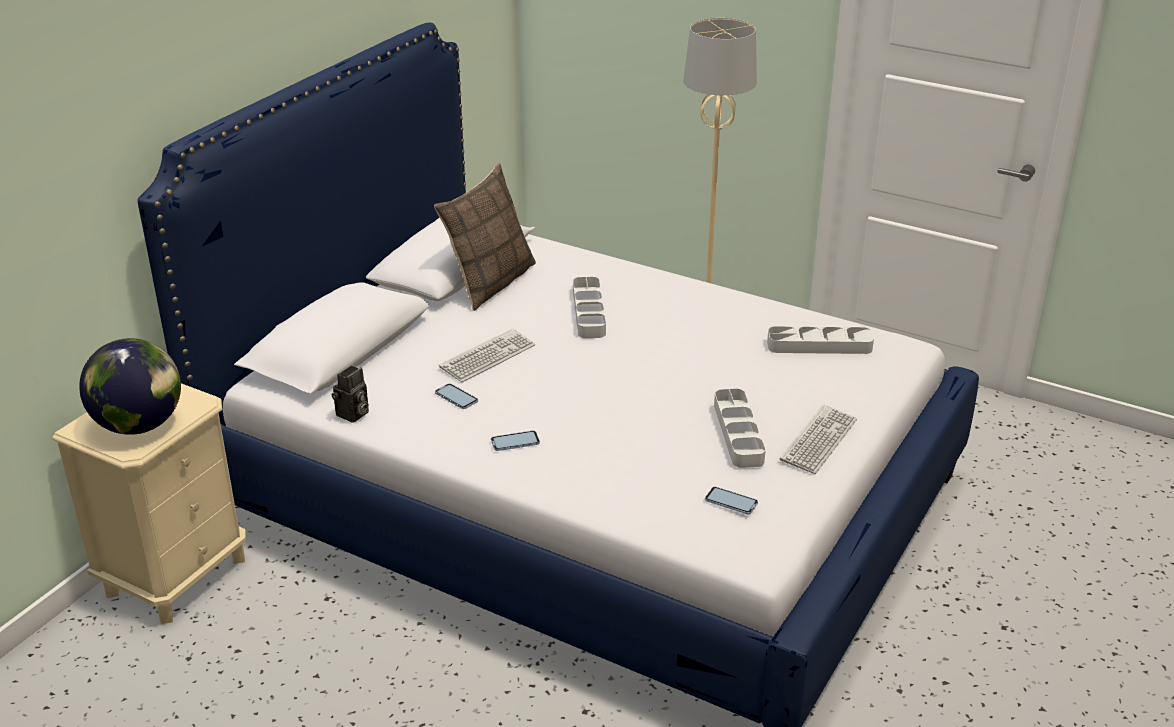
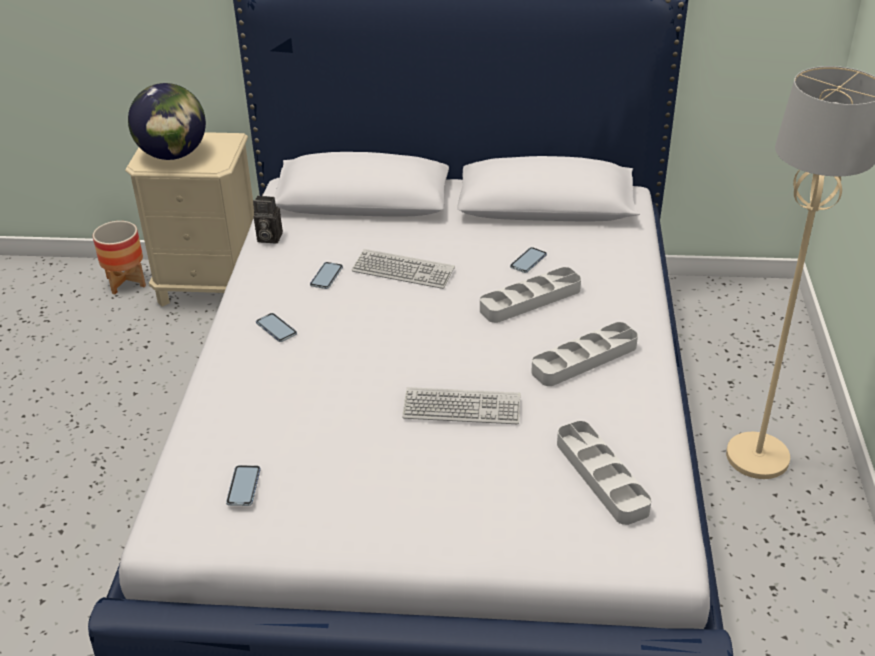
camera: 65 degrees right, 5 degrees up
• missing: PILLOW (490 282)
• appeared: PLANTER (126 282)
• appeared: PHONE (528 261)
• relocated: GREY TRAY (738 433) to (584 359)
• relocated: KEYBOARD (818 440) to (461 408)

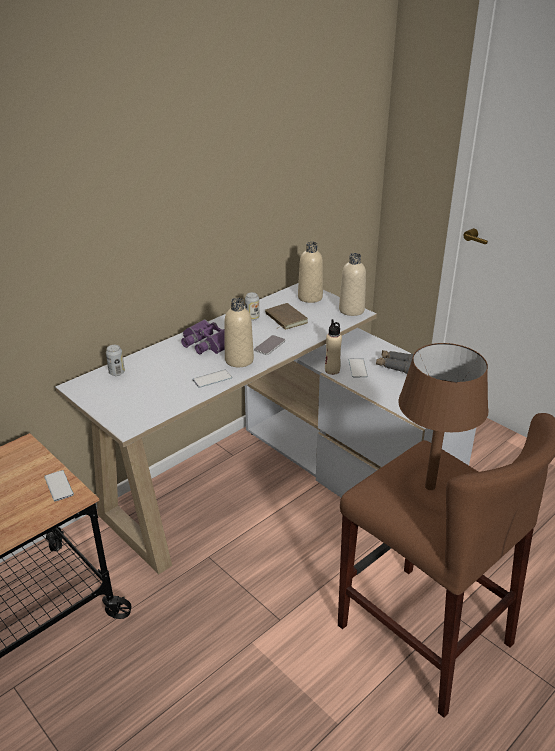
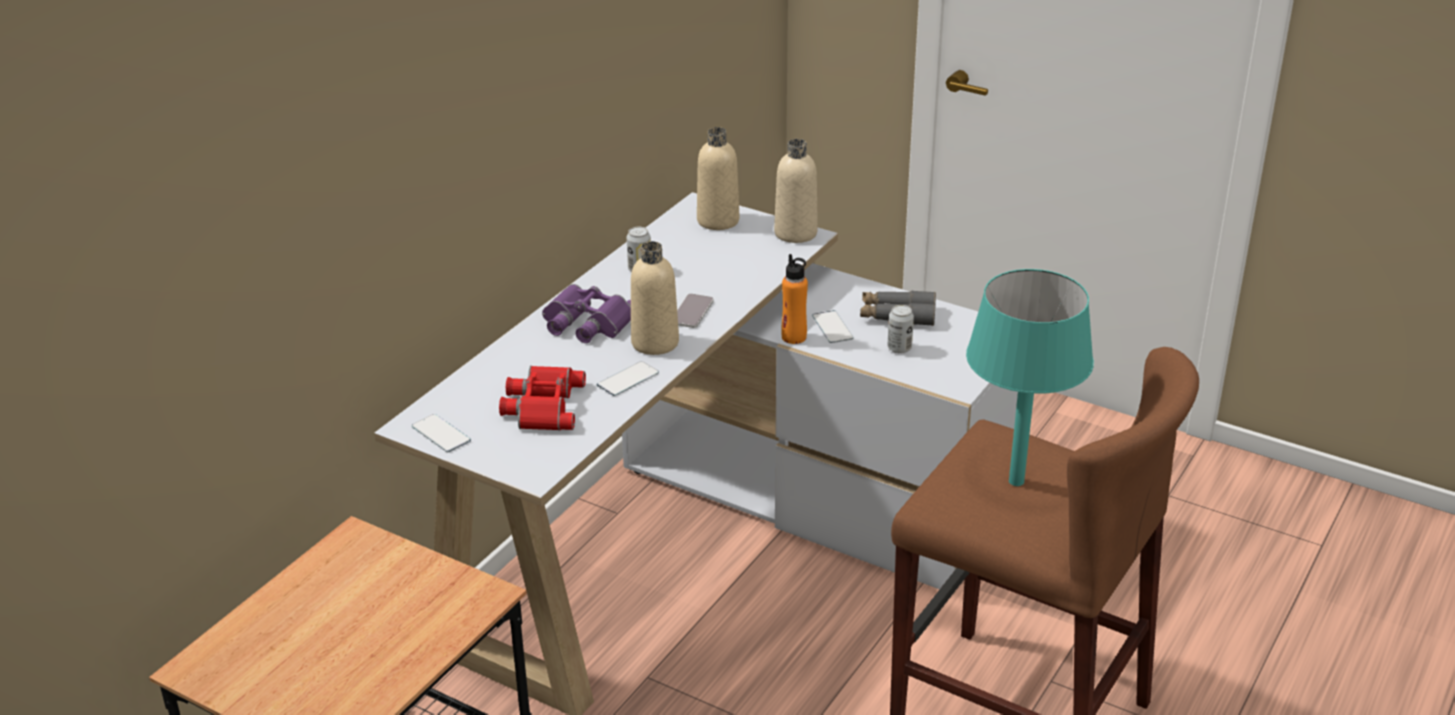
camera: 15 degrees left, 0 degrees up
• missing: BROWN BOOK (284 319)
• appeared: RED BINOCULARS (541 405)
• relocated: PHONE (58 486) to (441 434)
• relocated: CAN (117 372) to (899 348)
• colour: BEIGE BOTTLE (332 370) to ORANGE BOTTLE (794 337)
• colour: BROWN TABLE LAMP (430 487) to TURQUOISE TABLE LAMP (1016 481)

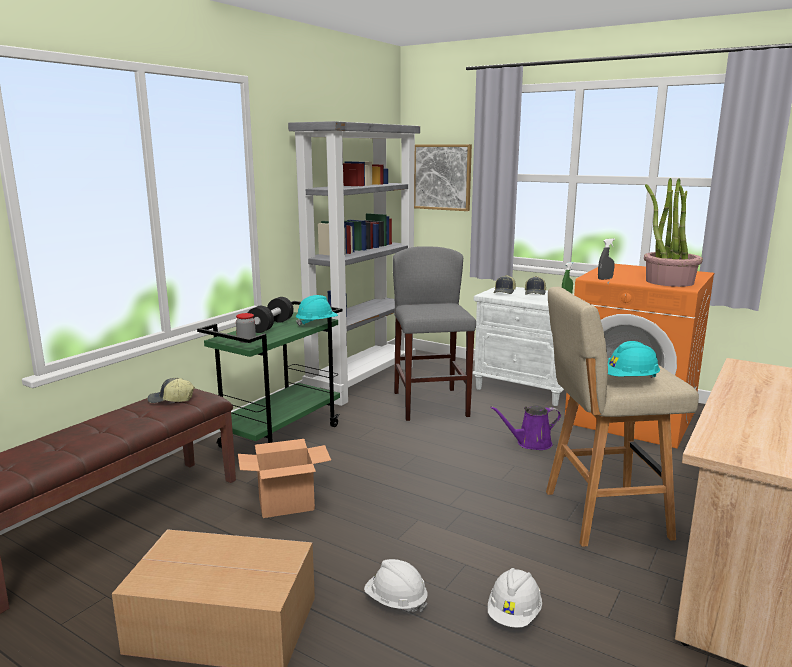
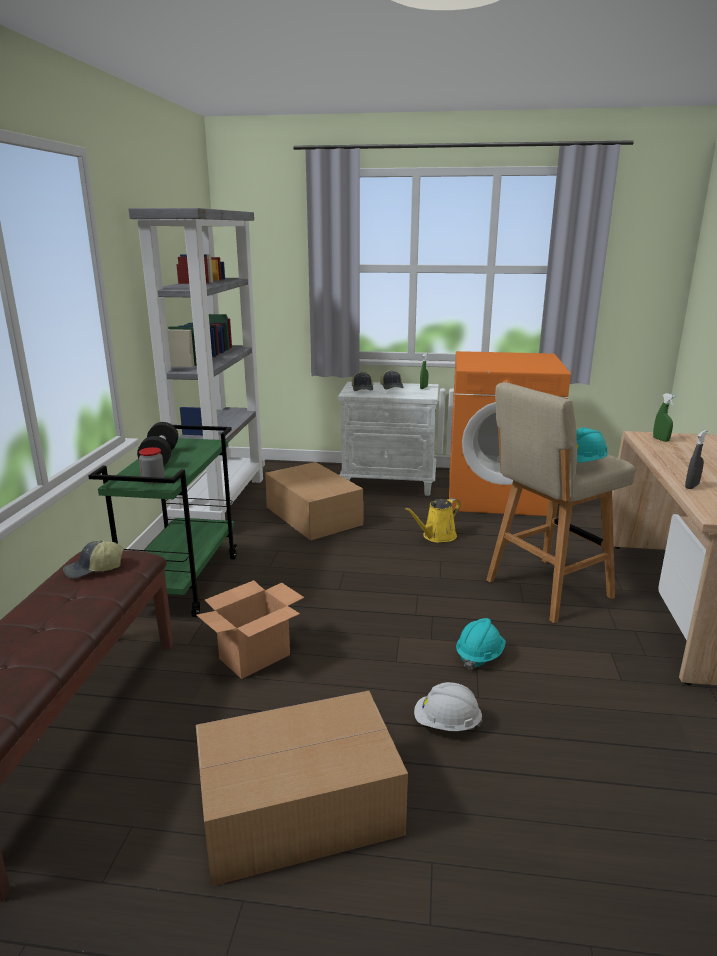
camera: 25 degrees left, 5 degrees up
• missing: PICTURE (442 177)
• missing: WHITE HARD HAT (514 614)
• missing: POTTED PLANT (669 282)
• appeared: GREEN SPRAY BOTTLE (660 440)
• relocated: TURQUOISE HARD HAT (317 323) to (479 655)
• relocated: GREY SPRAY BOTTLE (605 279) to (691 486)
• exchanged: GREY STOOL (430 404) to CARDBOARD BOX (313 515)
• colour: PURPLE WATERING CAN (530 443) to YELLOW WATERING CAN (437 536)

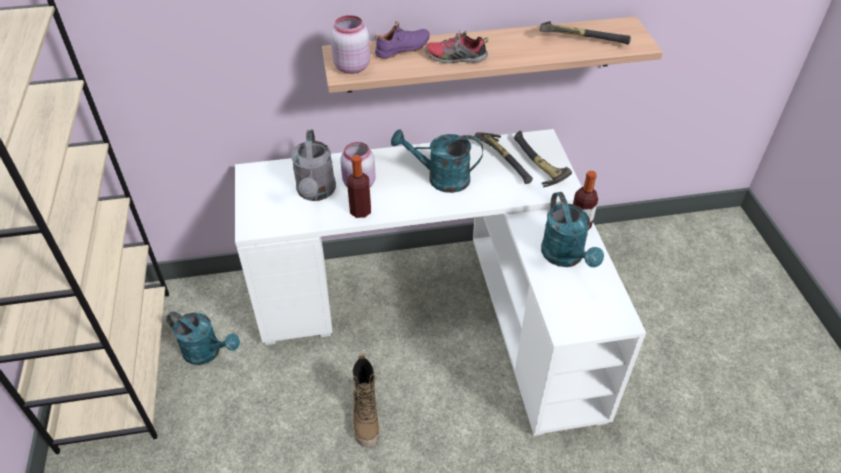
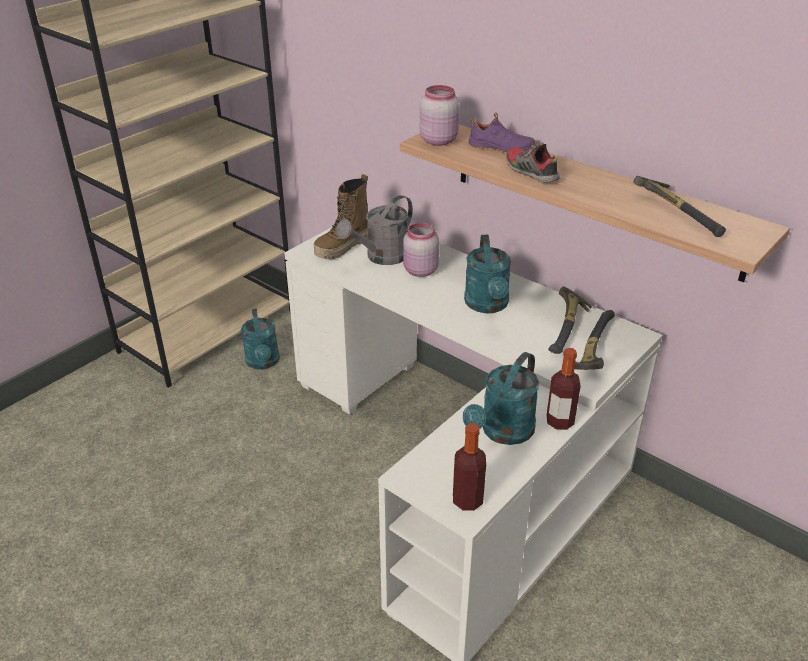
camera: 50 degrees right, 10 degrees down
• relocated: BOTTLE (360 211) to (467 500)
• relocated: BOOT (366 418) to (342 248)
• spun: TURQUOISE WATERING CAN (440 179) = (488 305) 150 degrees counterclockwise

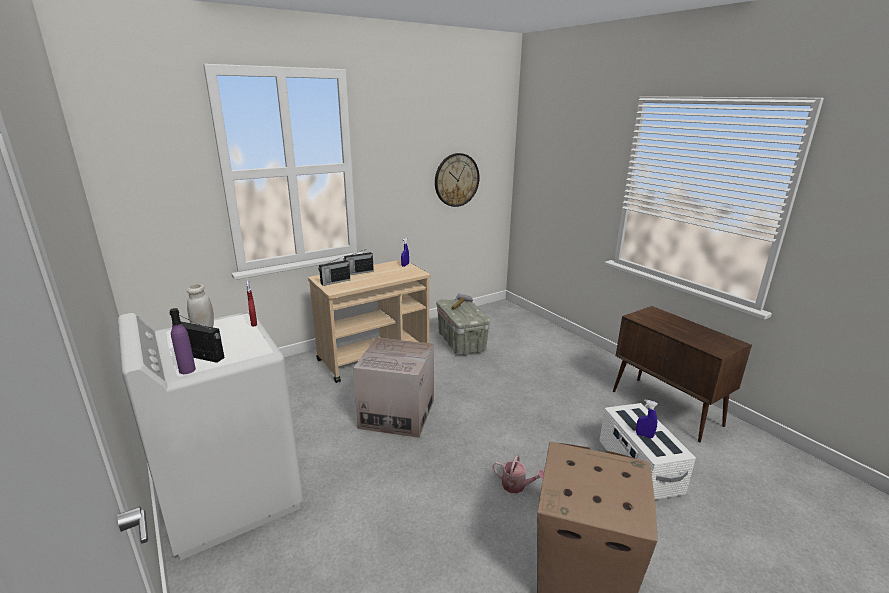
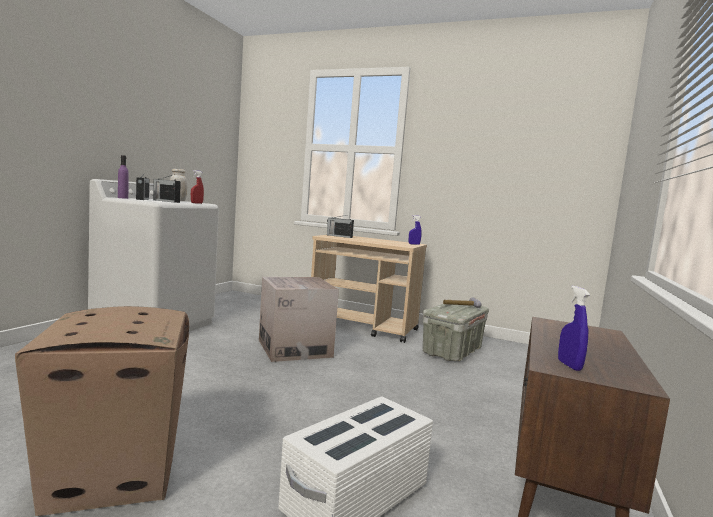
camera: 55 degrees right, 15 degrees down
• missing: WALL CLOCK (456 180)
• missing: WATERING CAN (517 486)
• relocated: RADIO (359 272) to (166 201)
• relocated: BLUE SPRAY BOTTLE (644 435) to (569 365)

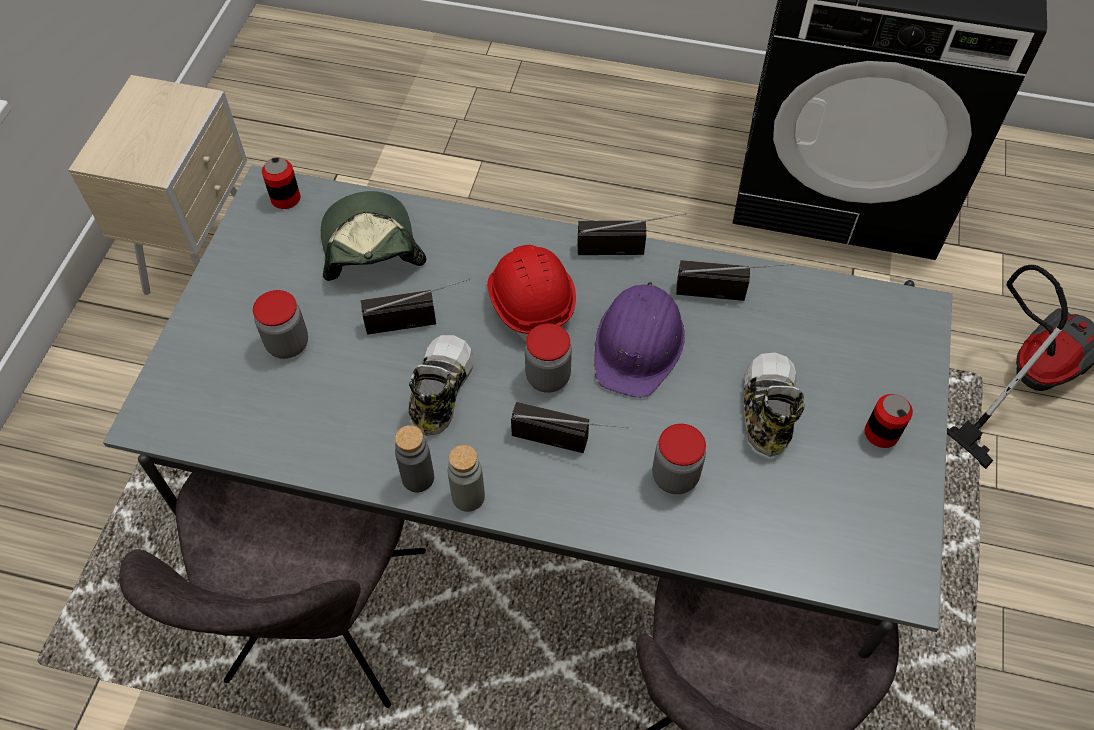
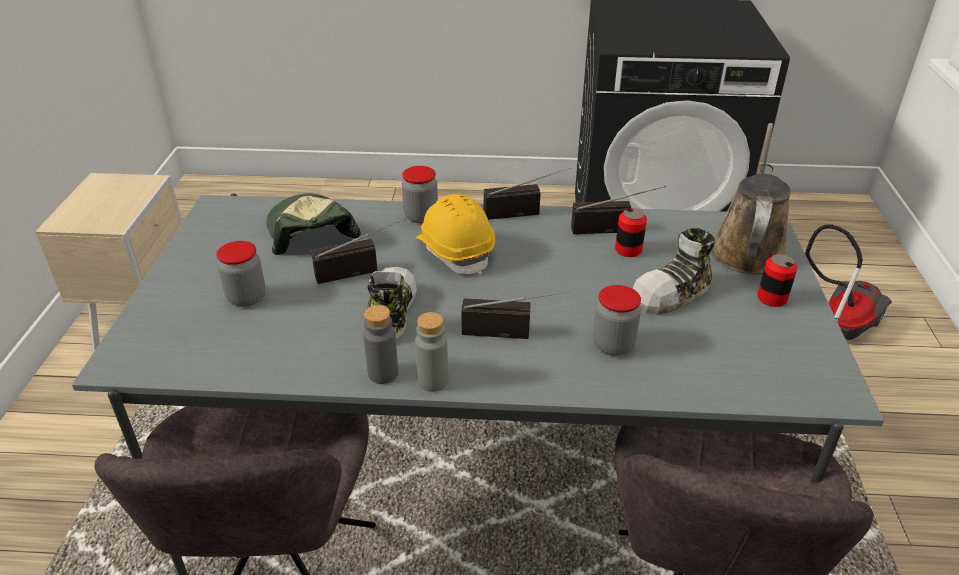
camera: 10 degrees left, 20 degrees down
• missing: PURPLE HARD HAT (639 344)
• appeared: BROWN WATERING CAN (747 248)
• relocated: CAN (285 198) to (628 250)
• relocated: JAR (548 377) to (421 216)
• colour: RED HARD HAT (531 303) to YELLOW HARD HAT (455 251)
• spun: SHOE (767 409) = (673 294) 120 degrees counterclockwise

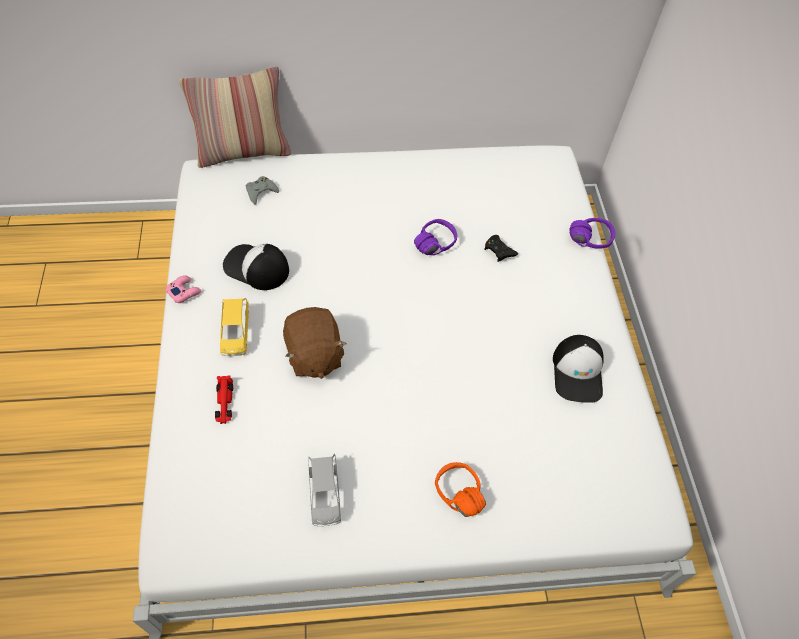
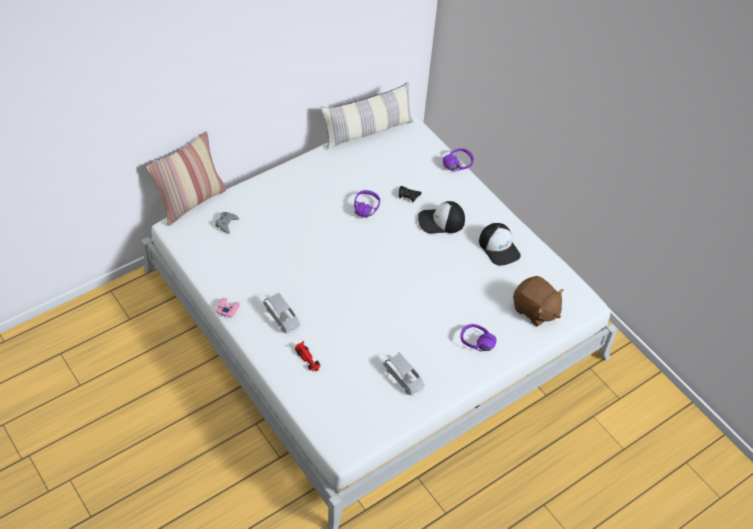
camera: 30 degrees left, 5 degrees down
• appeared: PILLOW (367 131)
• relocated: CAP (256 268) to (441 221)
• relocated: BROWN PLUSH TOY (313 355) to (535 310)
• colour: YELLOW TOY CAR (235 332) to GREY TOY CAR (282 317)
• colour: ORANGE HEADPHONES (452 498) to PURPLE HEADPHONES (475 346)

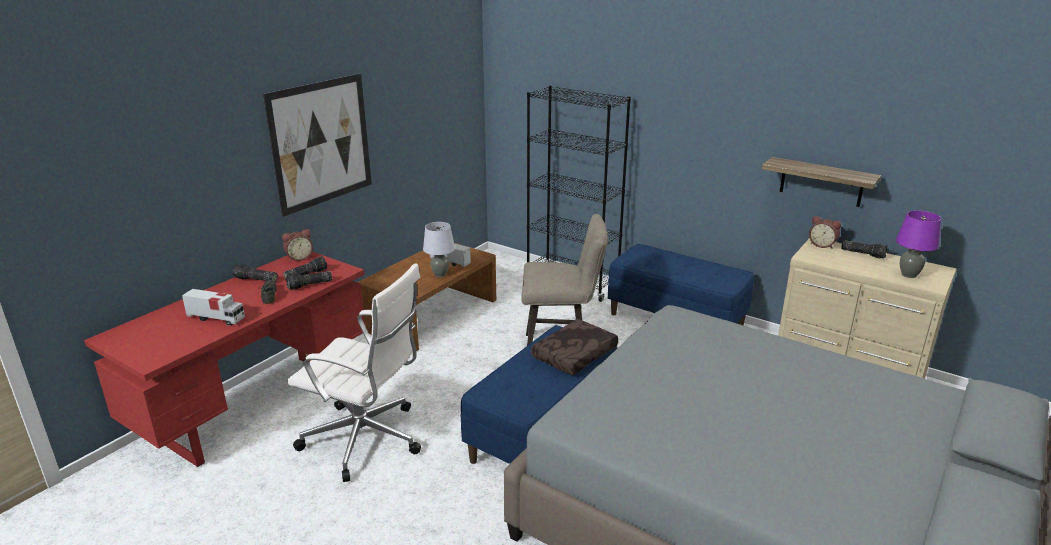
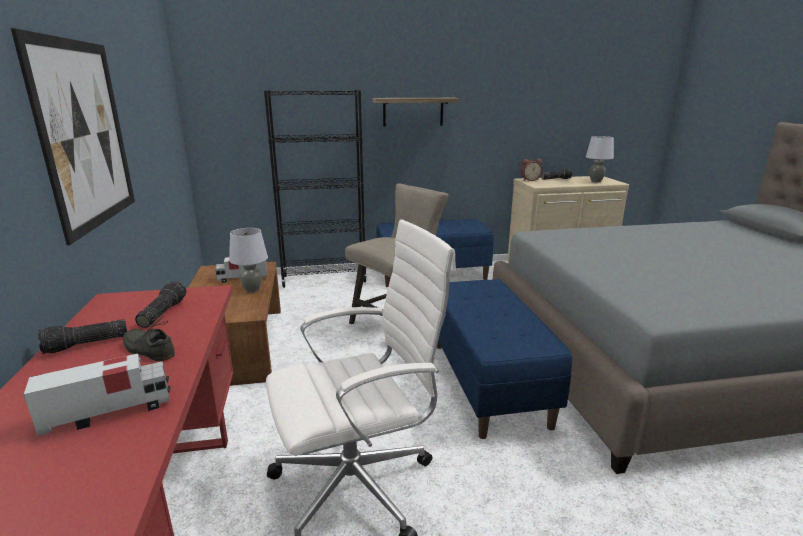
camera: 45 degrees left, 5 degrees down
• missing: ALARM CLOCK (299 257)
• missing: FLASHLIGHT (309 285)
• missing: BROWN PILLOW (575 355)
• relocated: SHELF (821 182) to (413 112)
• colour: PURPLE TABLE LAMP (909 275) to GREY TABLE LAMP (596 181)

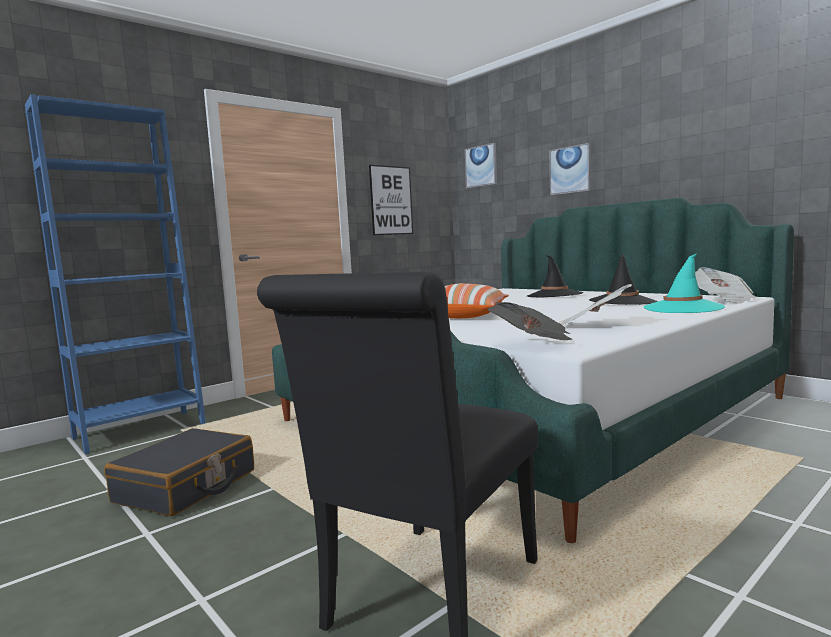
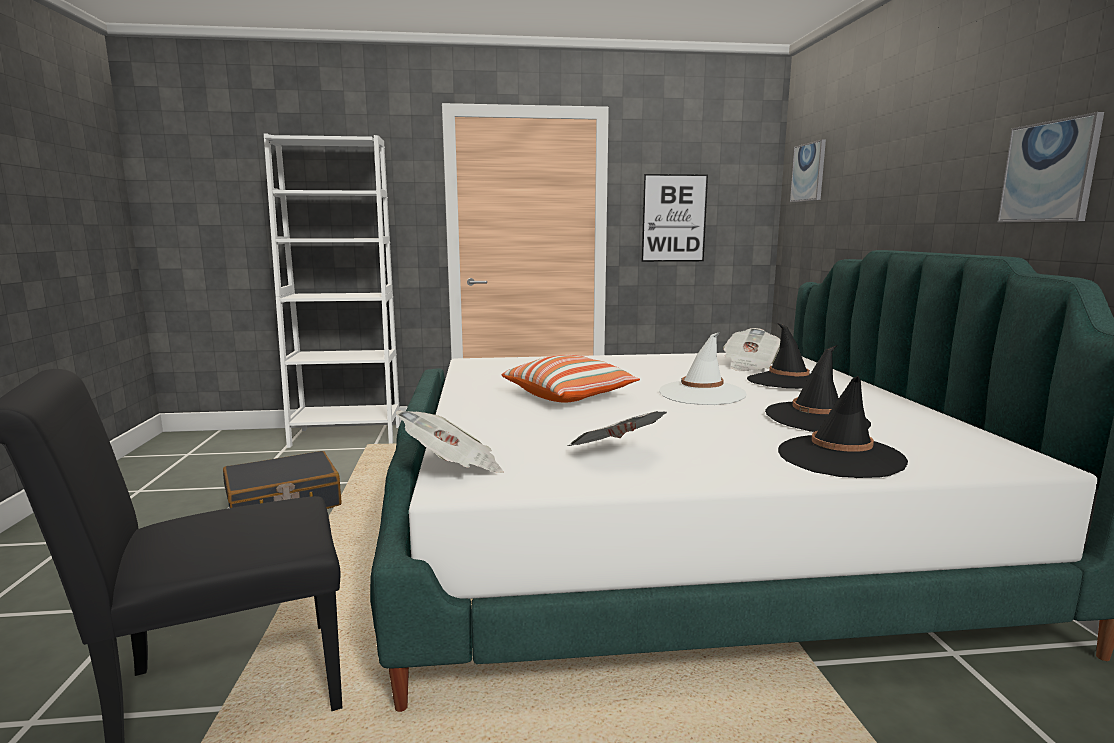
camera: 35 degrees right, 5 degrees up
• appeared: WHITE HAT (702 393)
• relocated: PICTURE (570 170) to (1049 172)
• relocated: NEWSPAPER (722 300) to (750 366)
• colour: BLUE BOOKCASE (140 430) to WHITE BOOKCASE (346 436)
• colour: TURQUOISE HAT (683 308) to BLACK HAT (840 457)

